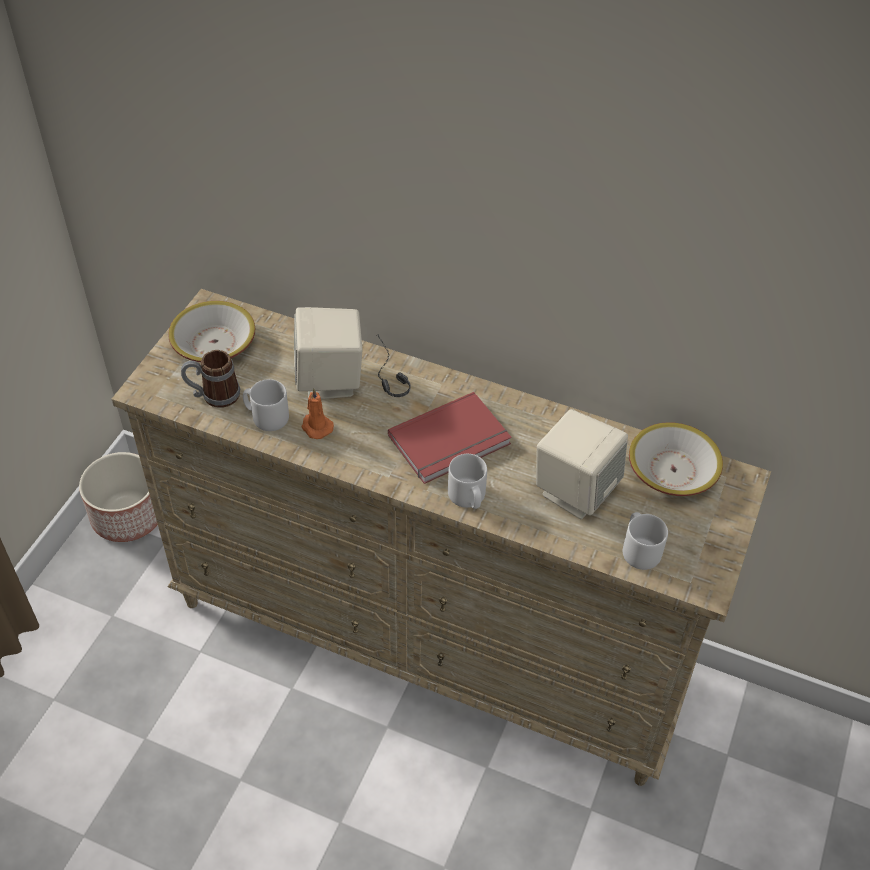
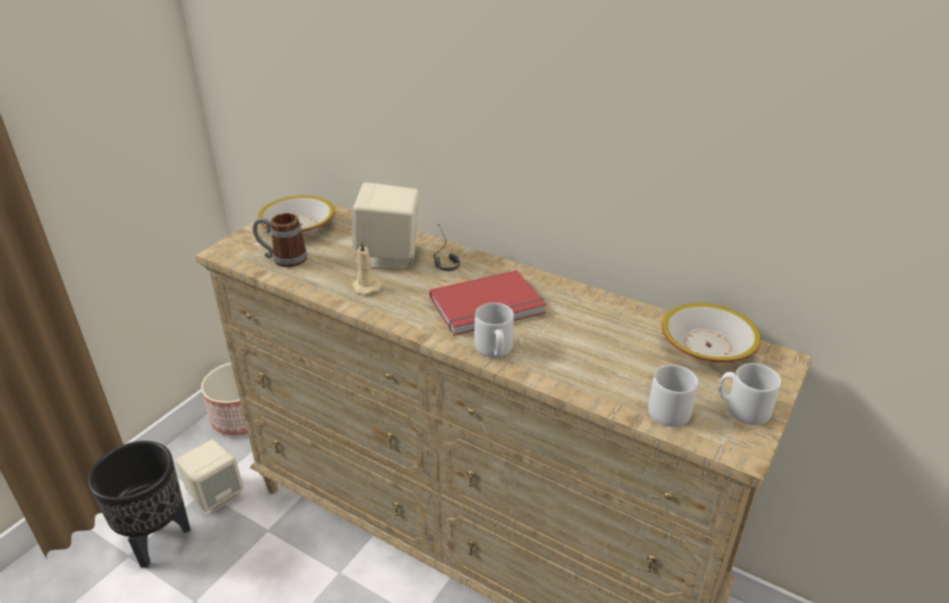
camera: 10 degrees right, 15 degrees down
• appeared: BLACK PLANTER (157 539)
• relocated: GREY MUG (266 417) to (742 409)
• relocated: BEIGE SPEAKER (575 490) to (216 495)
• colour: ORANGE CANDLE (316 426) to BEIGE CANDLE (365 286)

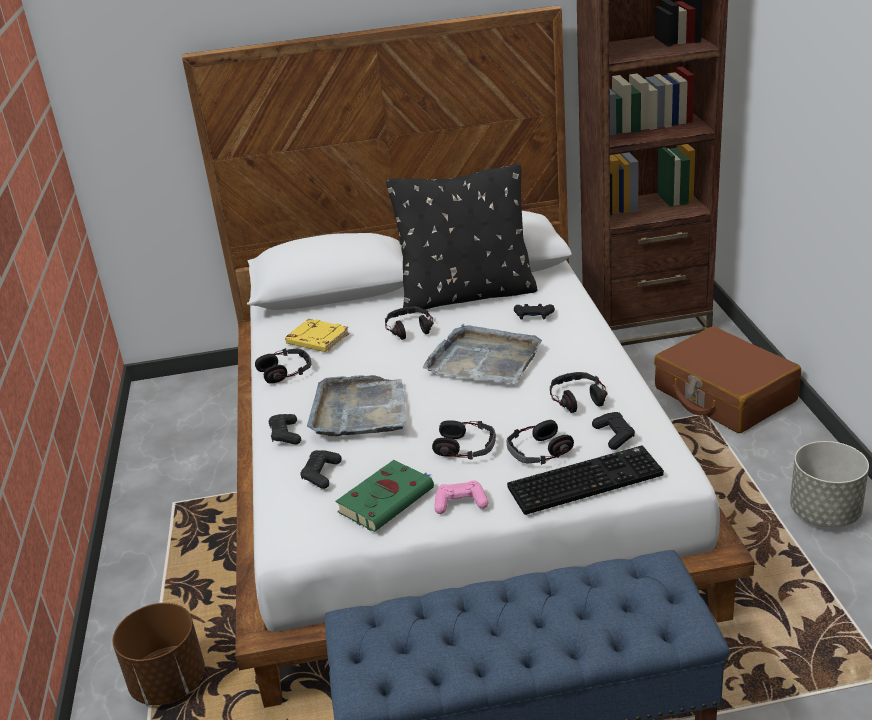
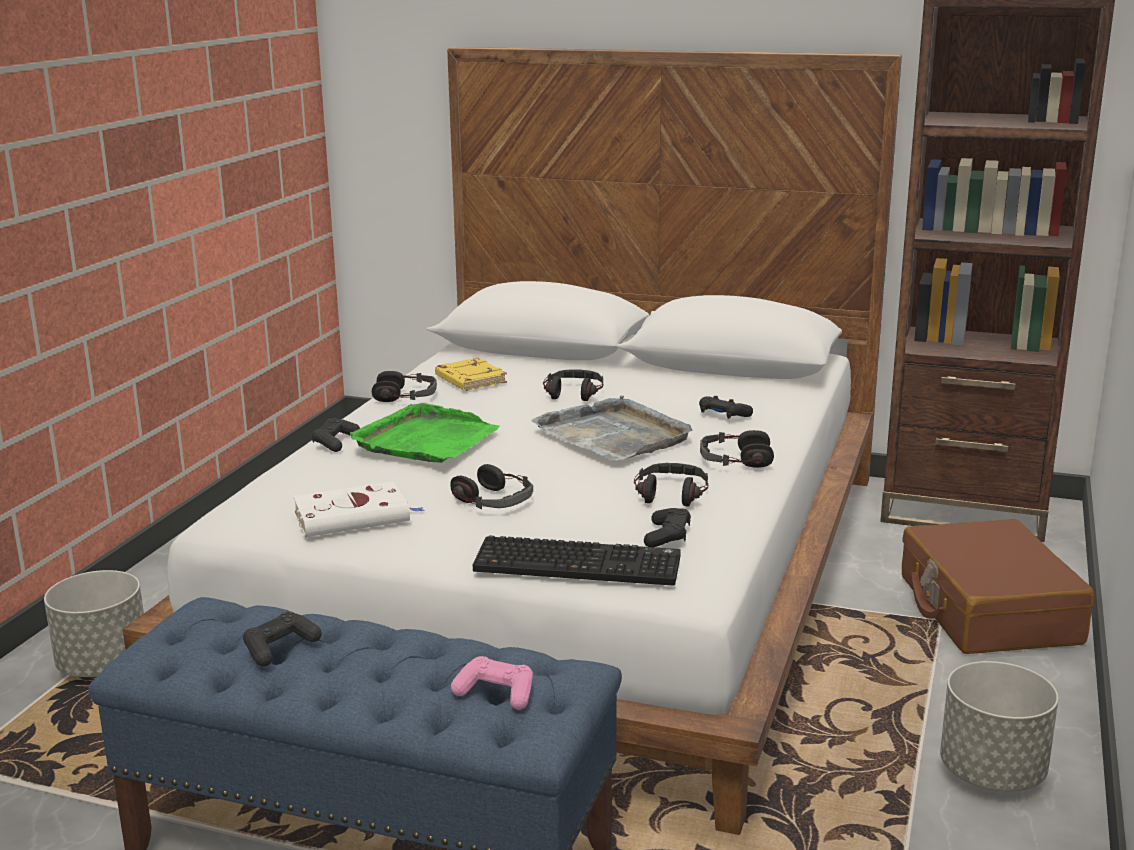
camera: 25 degrees right, 10 degrees down
• missing: BLACK PILLOW (467 295)
• relocated: BLACK GAME CONTROLLER (321 474) to (280 648)
• relocated: PINK GAME CONTROLLER (460 503) to (496 693)
• relocated: HEADPHONES (539 451) to (735 460)
• colour: BROWN PLANTER (168 683) to GREY PLANTER (102 666)
• colour: GREY TRAY (360 411) to GREEN TRAY (426 440)
• colour: GREEN BOOK (387 499) to WHITE BOOK (355 516)

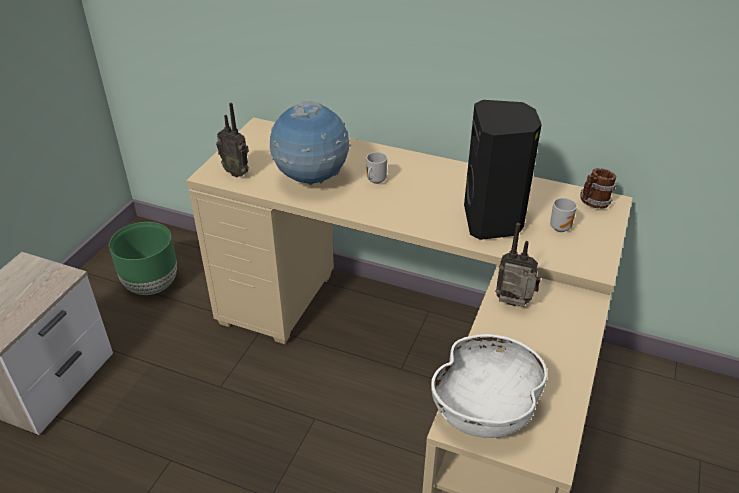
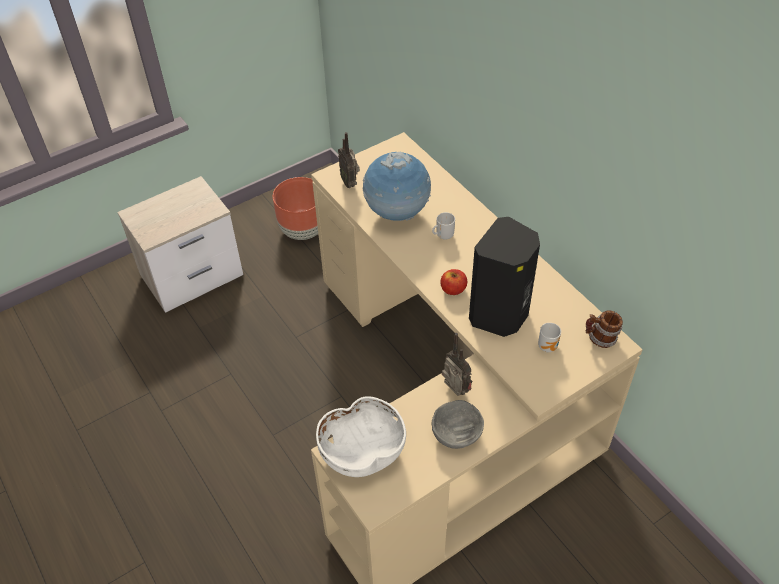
camera: 35 degrees right, 10 degrees up
• appeared: GREY BOWL (456 433)
• appeared: APPLE (453 289)
• colour: GREEN PLANTER (152 285) to BROWN PLANTER (303 230)

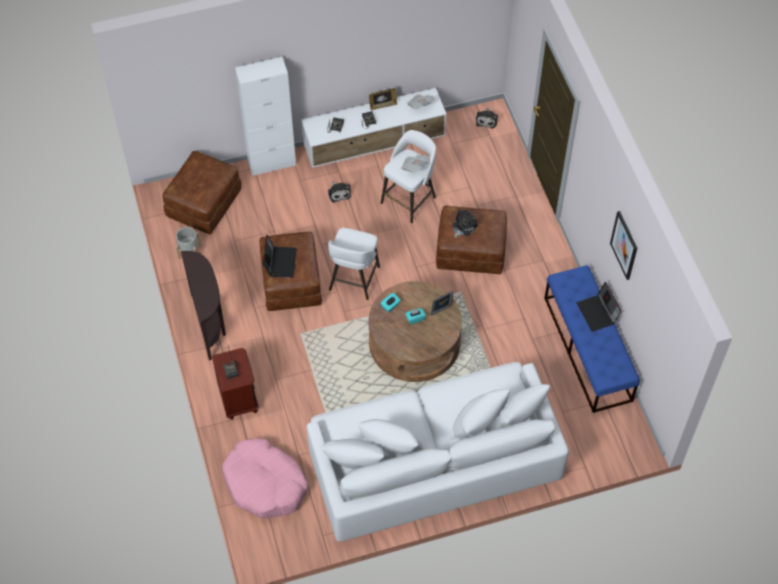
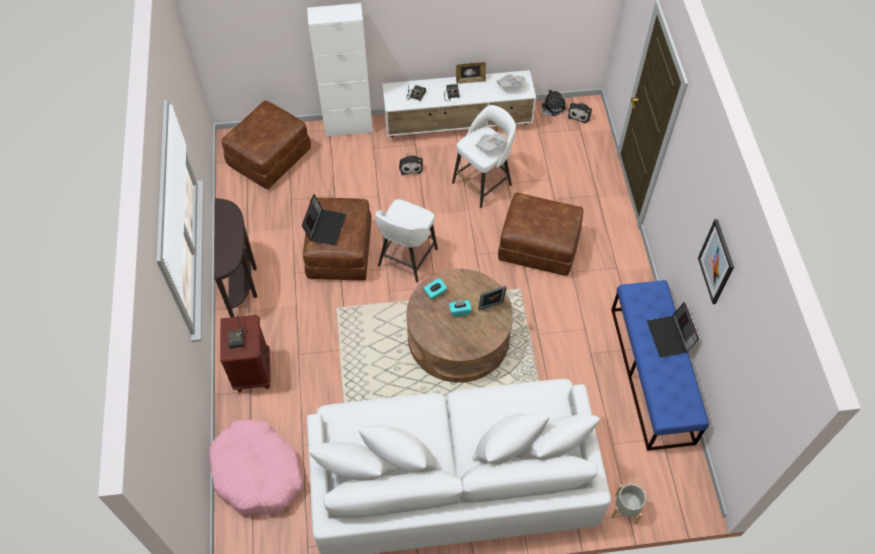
camera: 10 degrees right, 0 degrees up
• relocated: GREY PLANTER (189 251) to (626 509)
• relocated: PLUSH TOY (463 226) to (552 107)

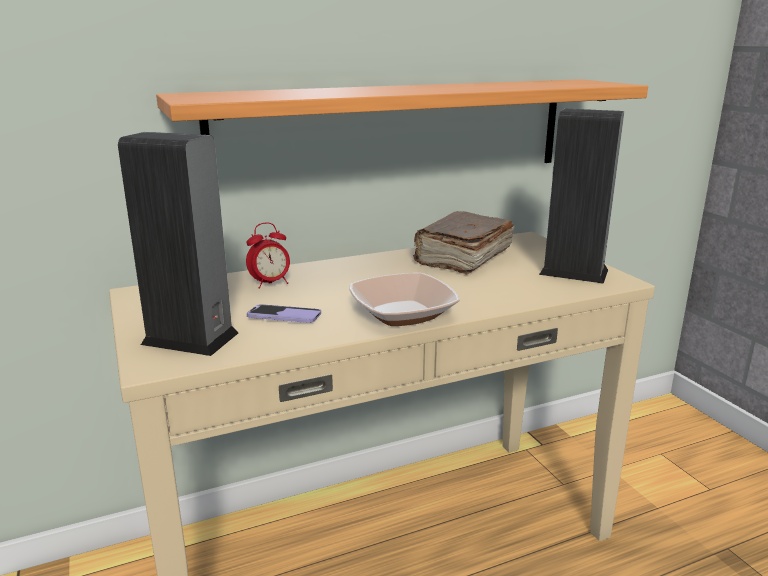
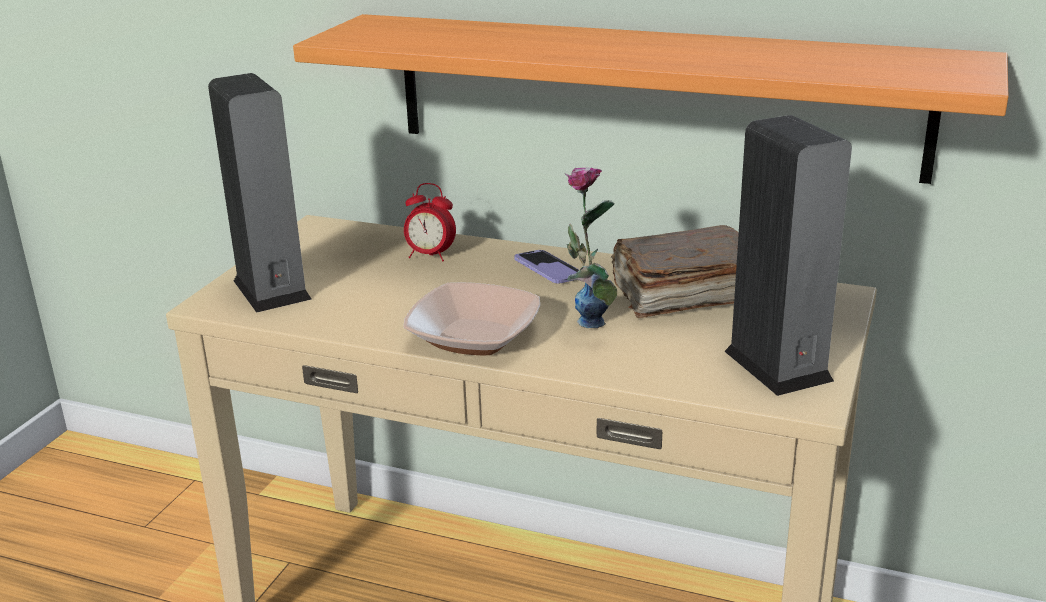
camera: 45 degrees right, 5 degrees up
• appeared: VASE (588 332)
• relocated: PHONE (284 316) to (548 269)

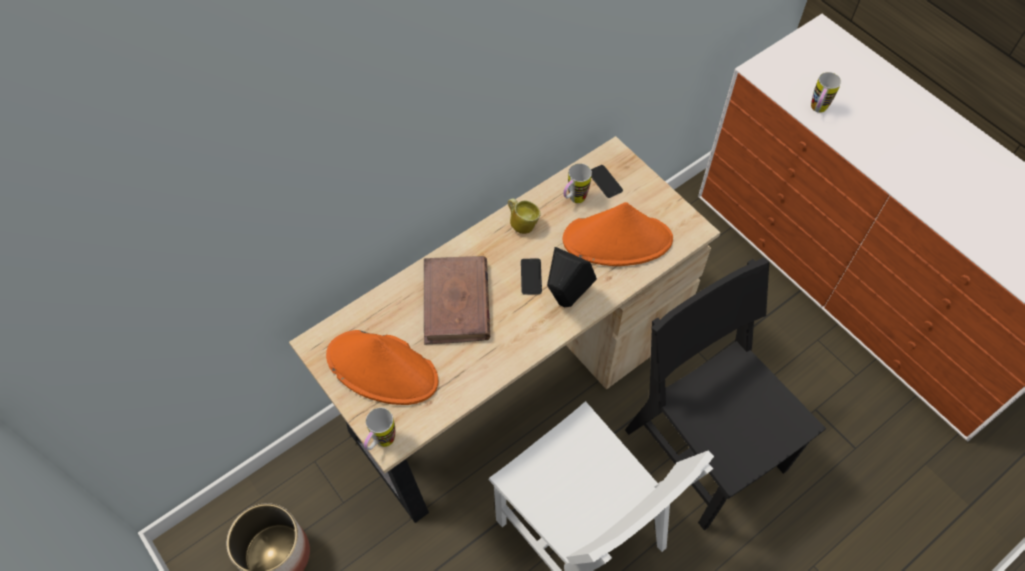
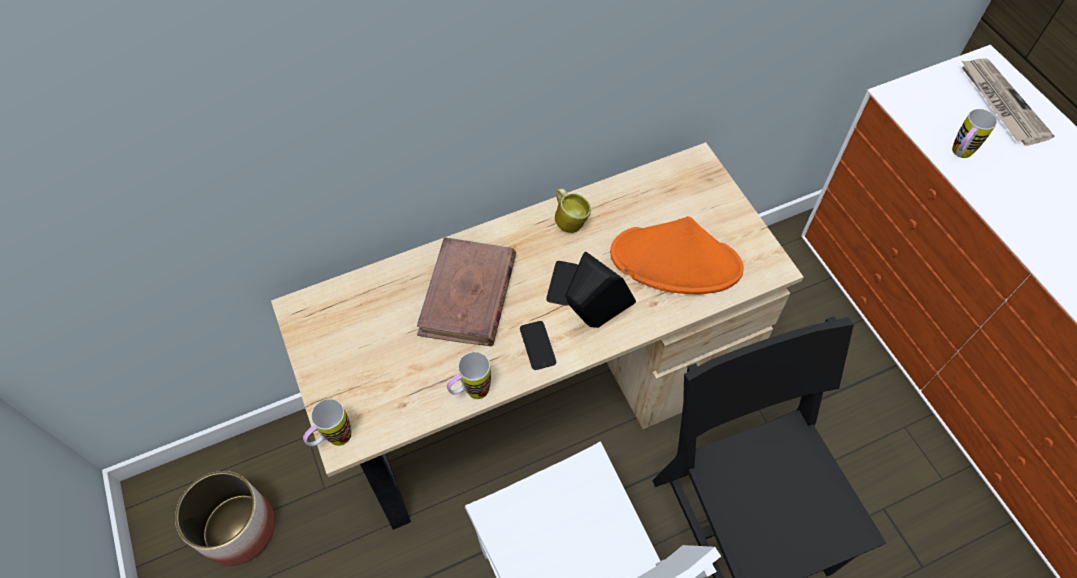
camera: 15 degrees right, 0 degrees up
• missing: ORANGE HAT (383 368)
• appeared: NEWSPAPER (1000 103)
• relocated: MUG (573 200) to (471 393)
• relocated: PHONE (605 182) to (537 345)

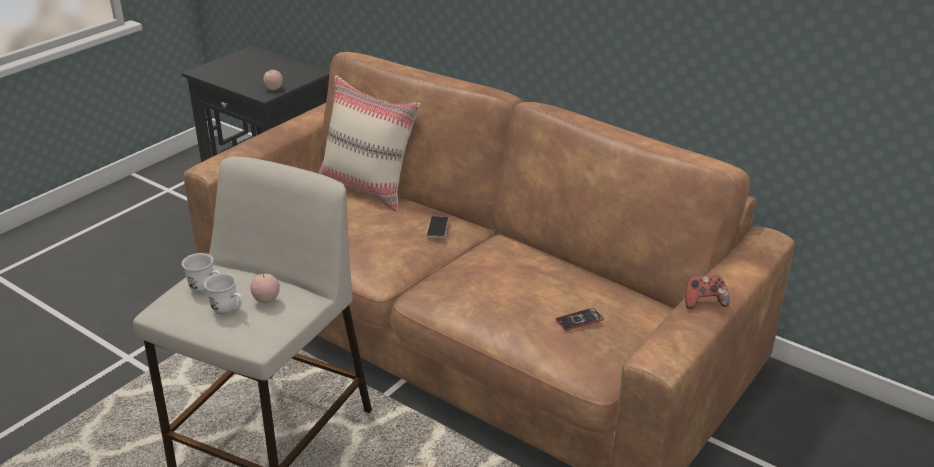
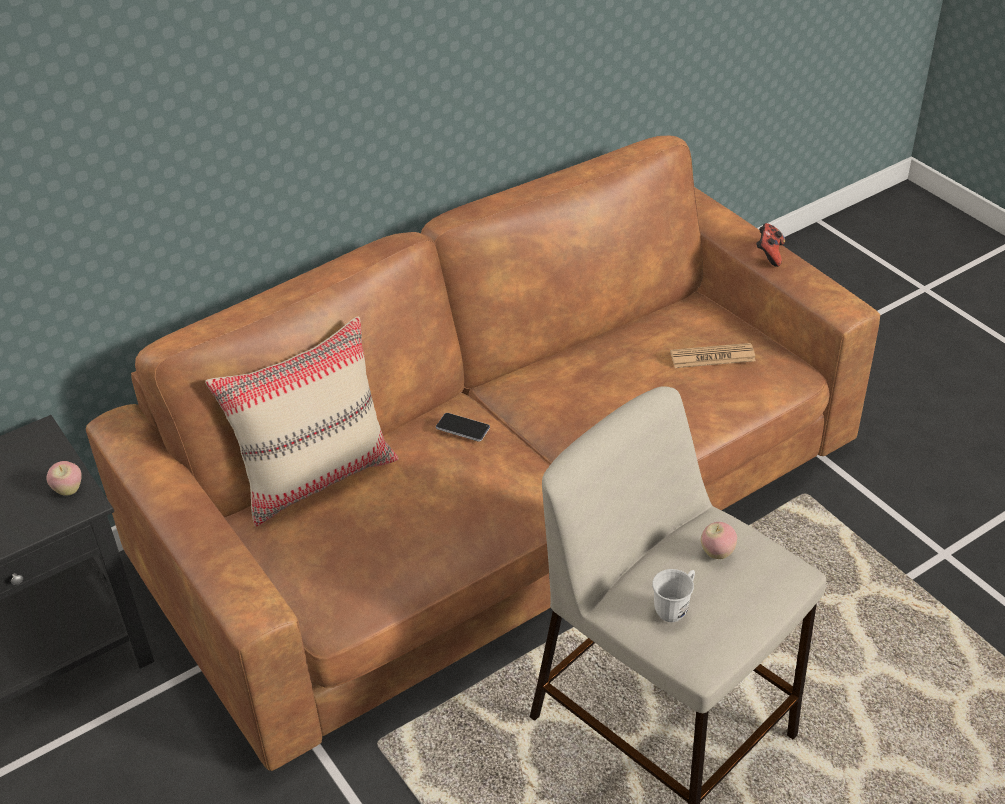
camera: 70 degrees left, 10 degrees up
• missing: WHITE MUG (228 311)
• exchanged: PHONE (579 320) to NEWSPAPER (712 357)

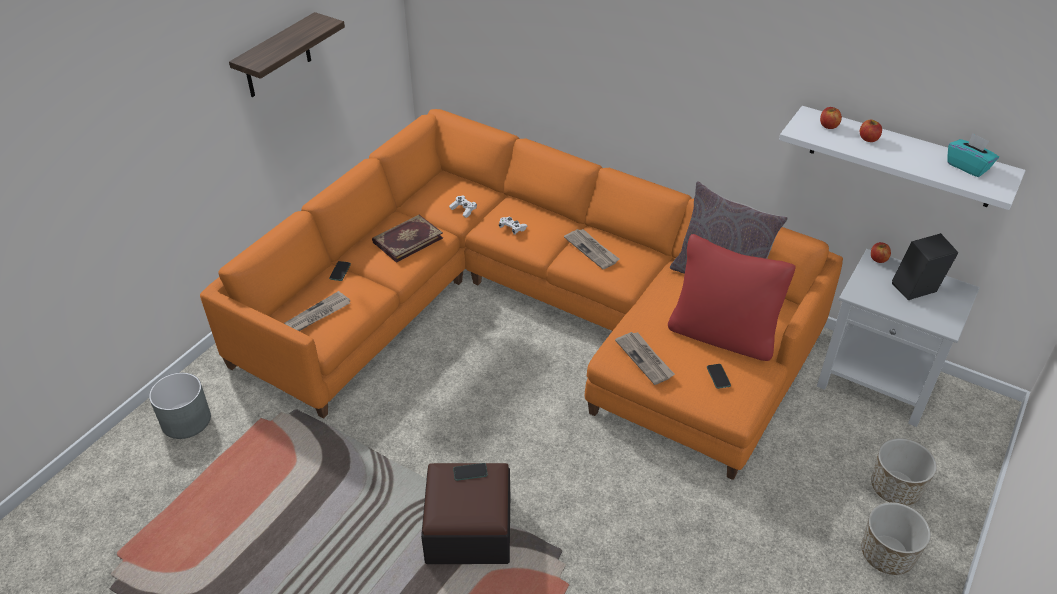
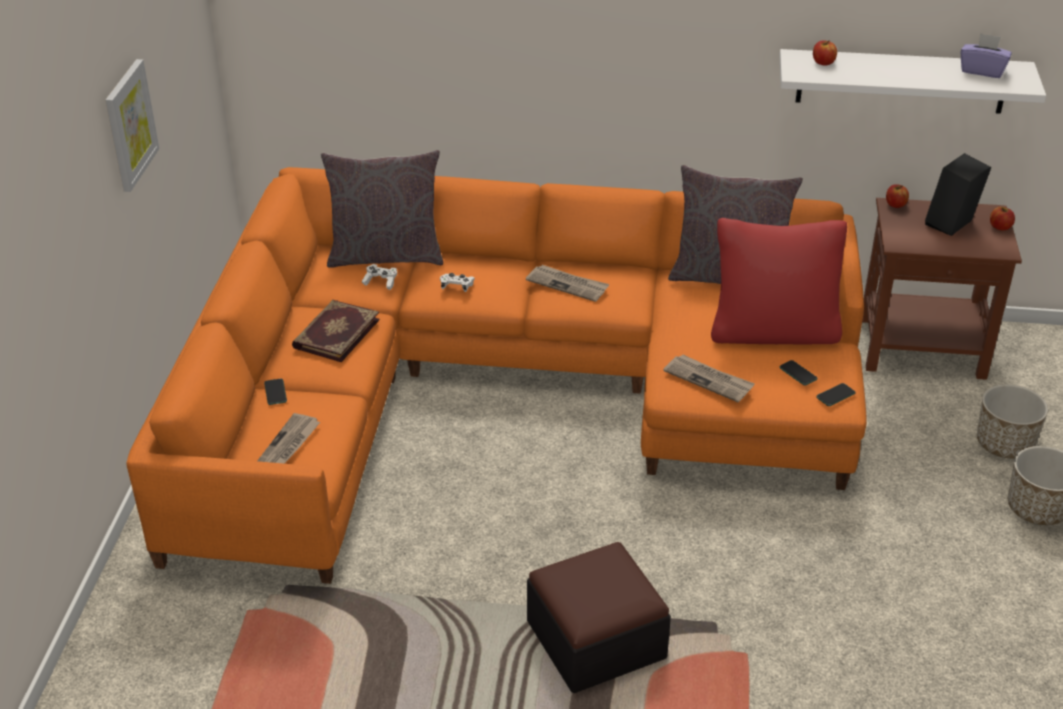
camera: 25 degrees left, 5 degrees down
• missing: GREY PLANTER (186 420)
• appeared: GREY PILLOW (386 255)
• relocated: PHONE (470 472) to (835 395)
• relocated: APPLE (868 139) to (1000 227)
• exchanged: SHELF (277 57) to PICTURE (129 125)
• colour: WHITE SIDE TABLE (878 382) to BROWN SIDE TABLE (923 348)
• colour: TURQUOISE TISSUE BOX (968 166) to PURPLE TISSUE BOX (982 71)

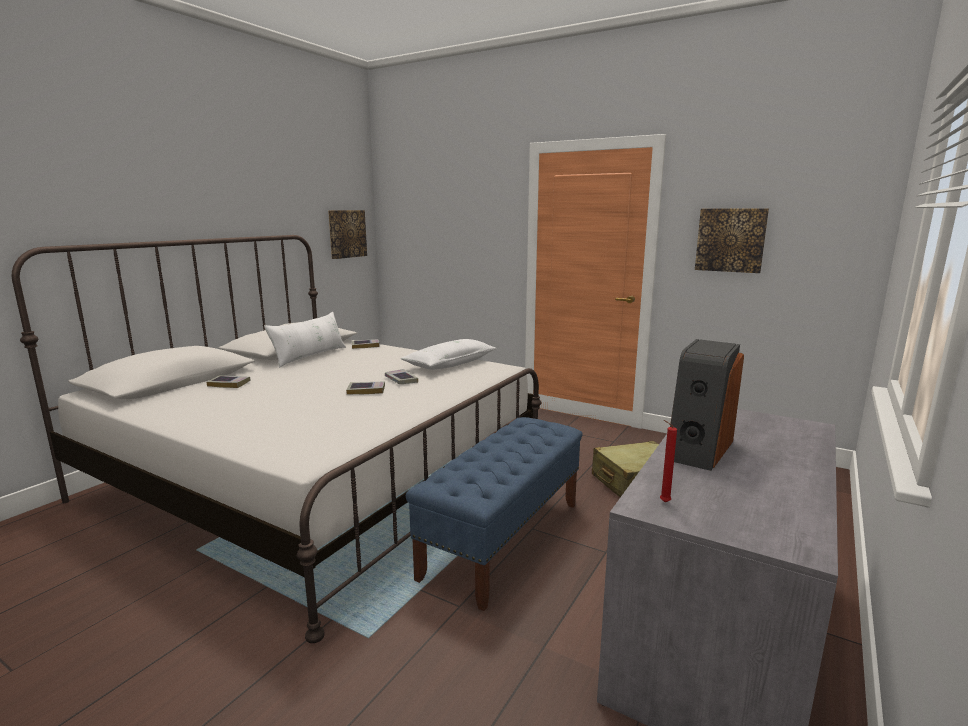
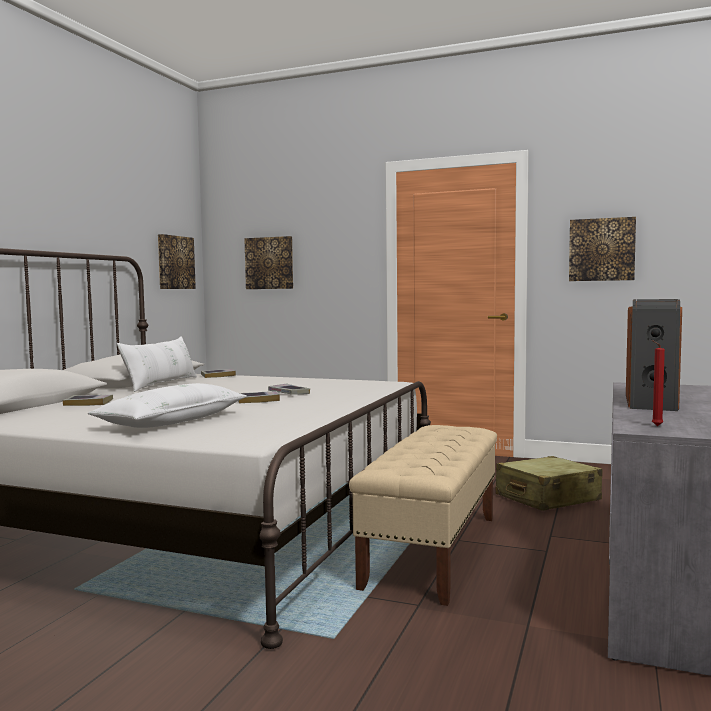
camera: 10 degrees left, 10 degrees down
• appeared: PICTURE (269 263)
• relocated: WHITE PILLOW (450 364) to (173 421)
• colour: BLUE BENCH (503 538) to BEIGE BENCH (433 550)

